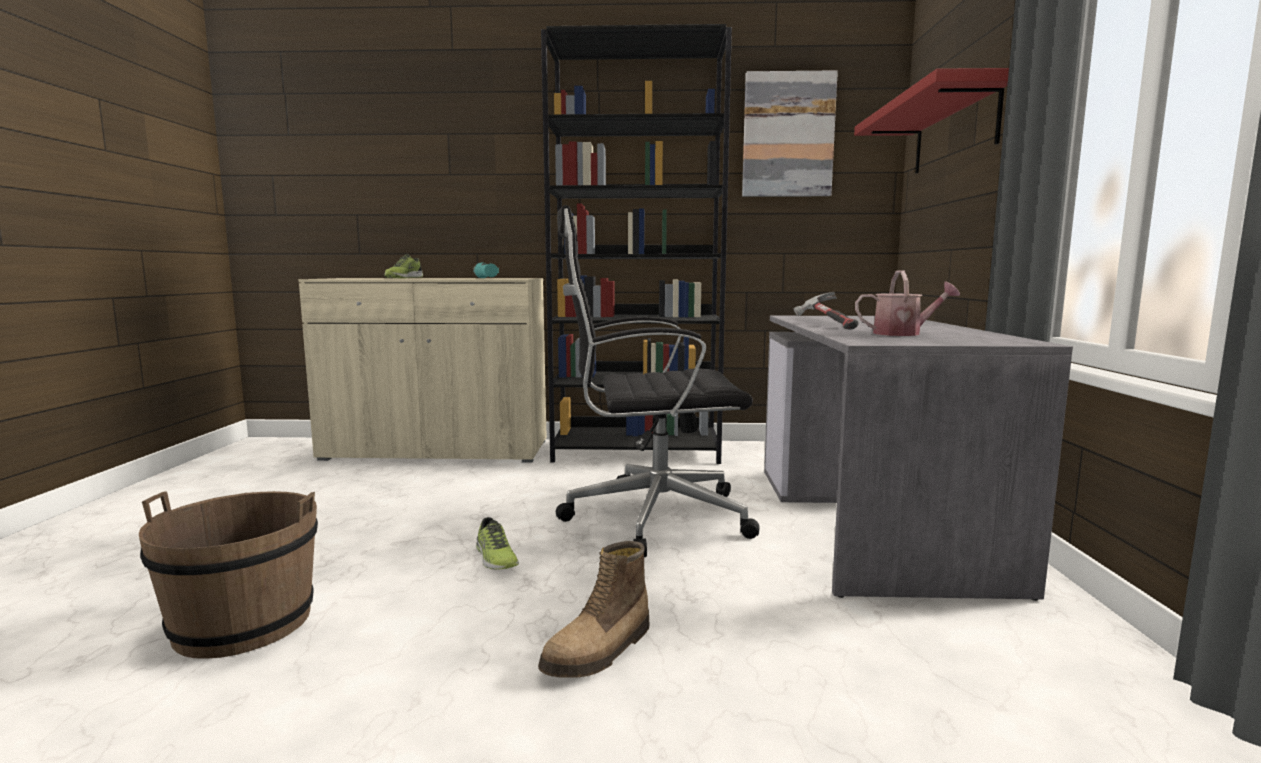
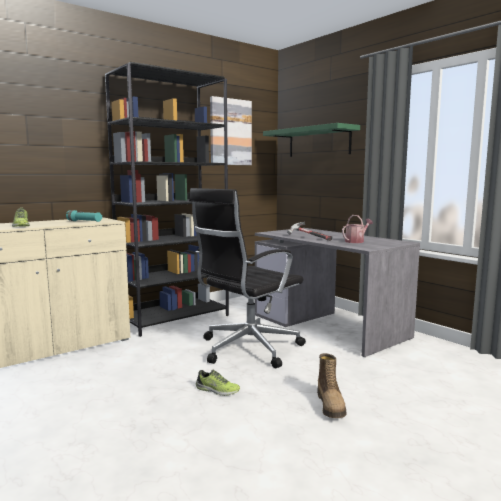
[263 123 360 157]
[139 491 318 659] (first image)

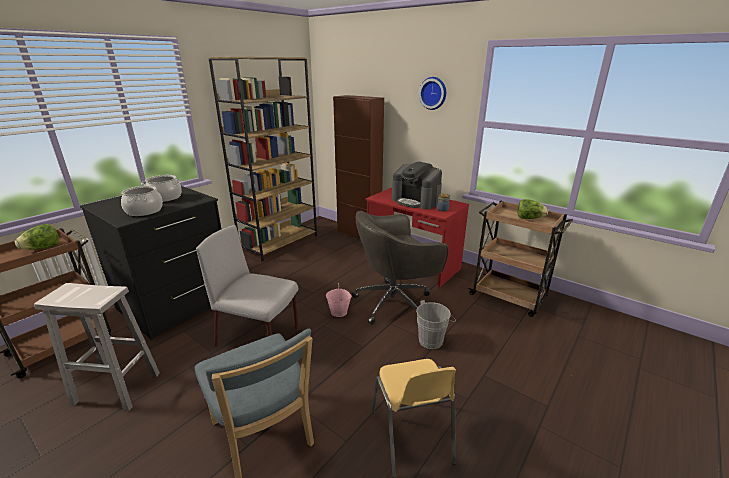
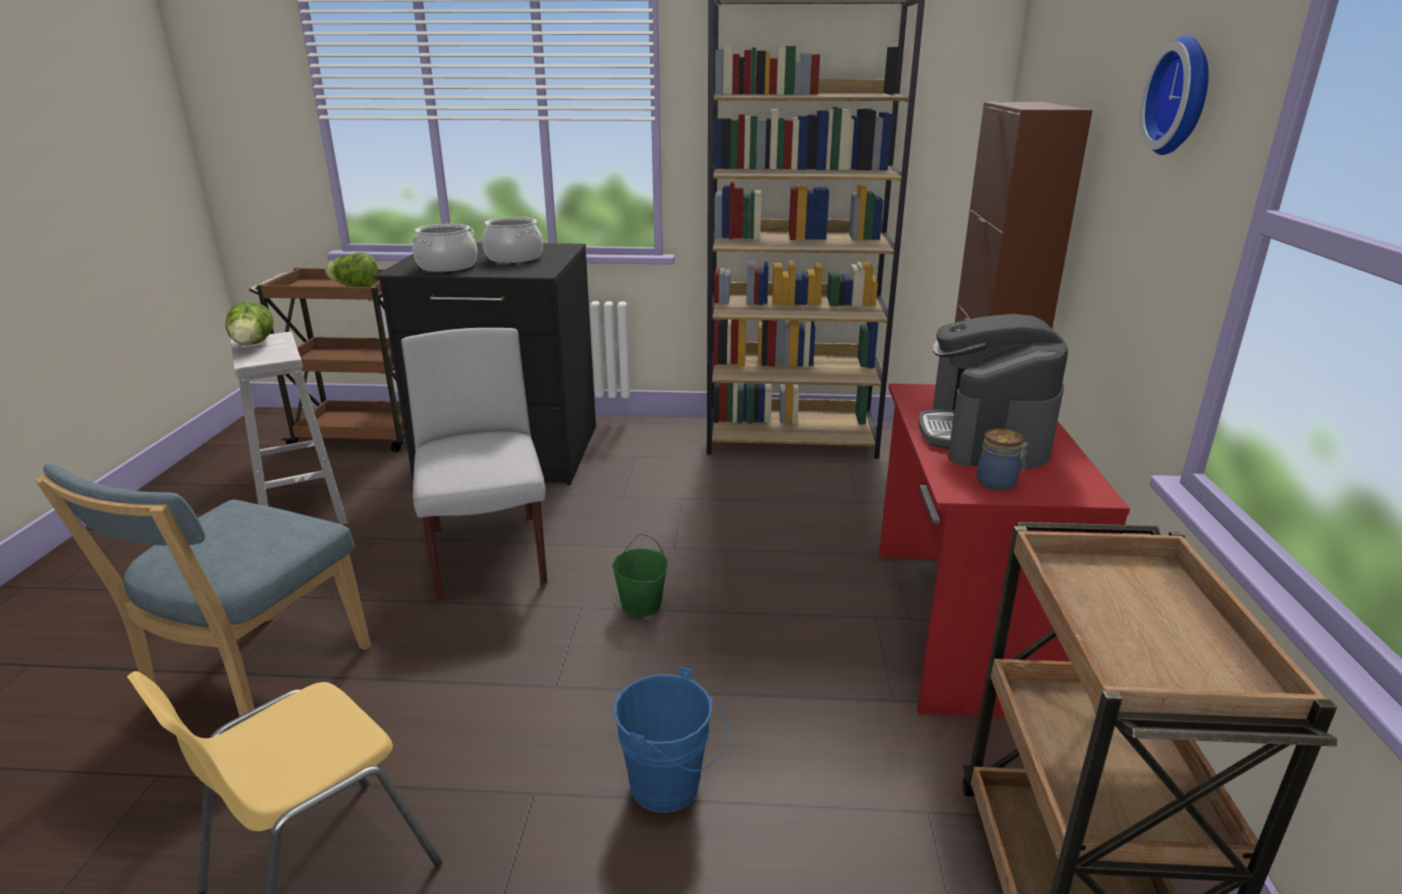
[226 301 274 345]
[352 211 448 325] (first image)
[612 534 668 617]
[613 666 729 813]

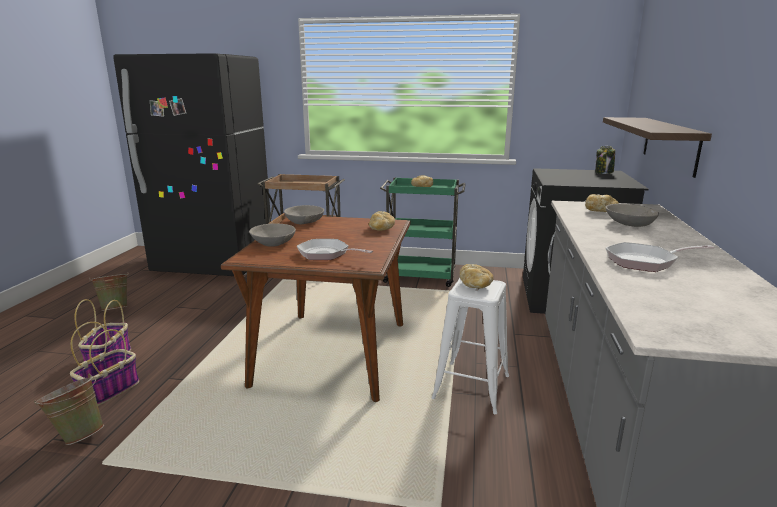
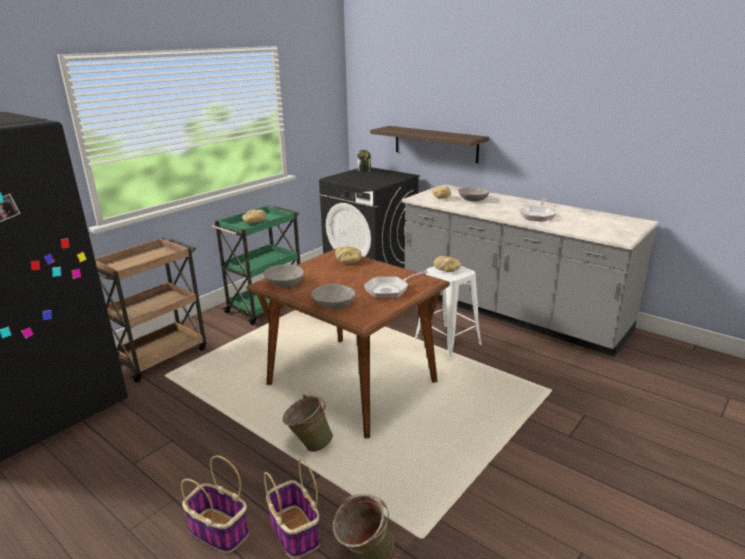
[283 395 333 452]

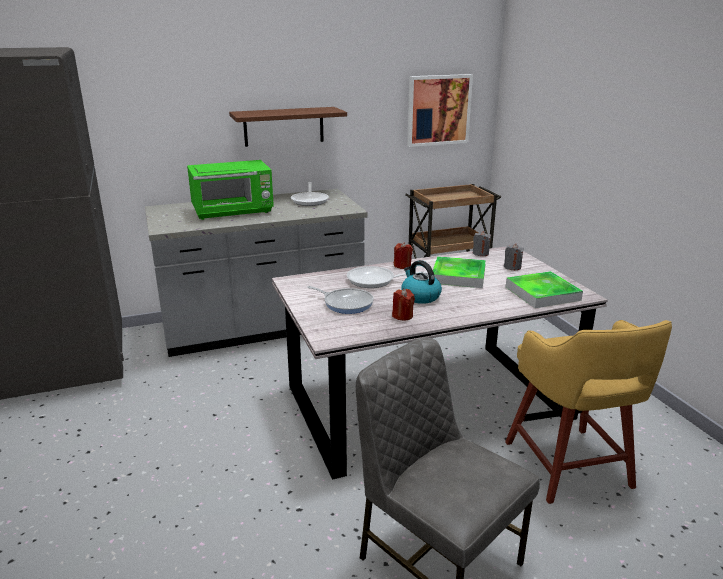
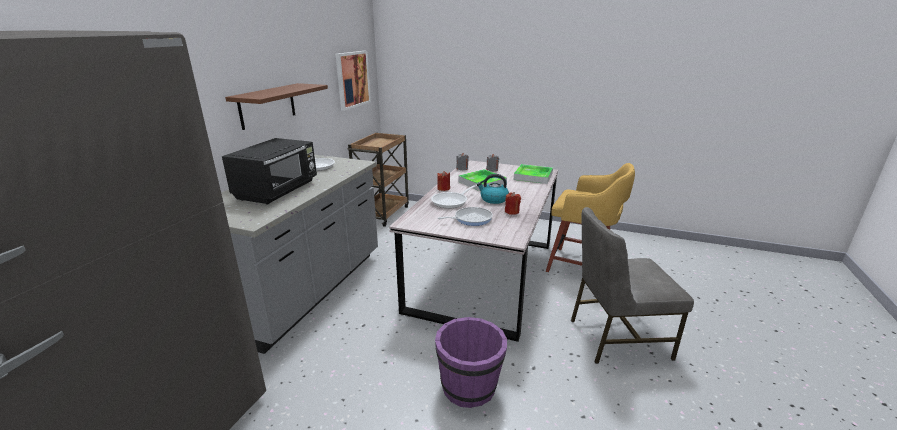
[222 138 317 205]
[435 317 507 408]

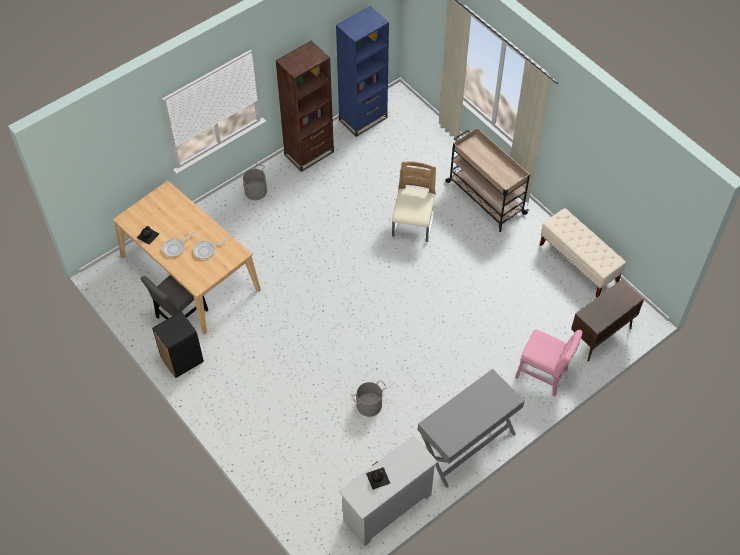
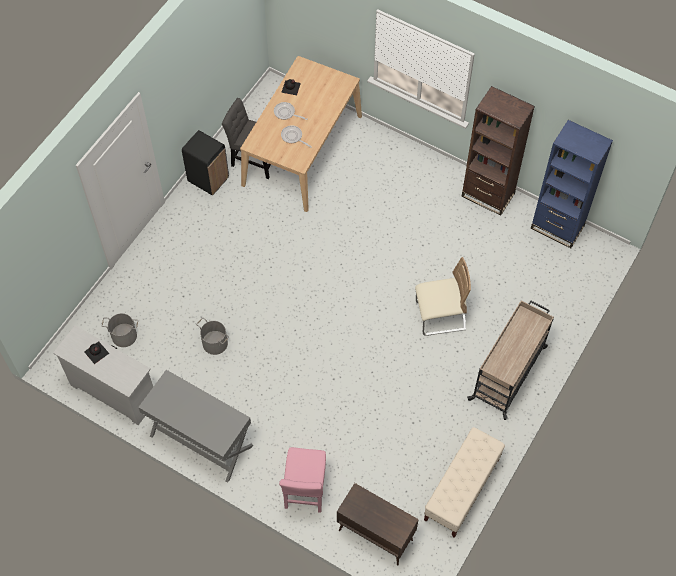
[102 313 138 347]

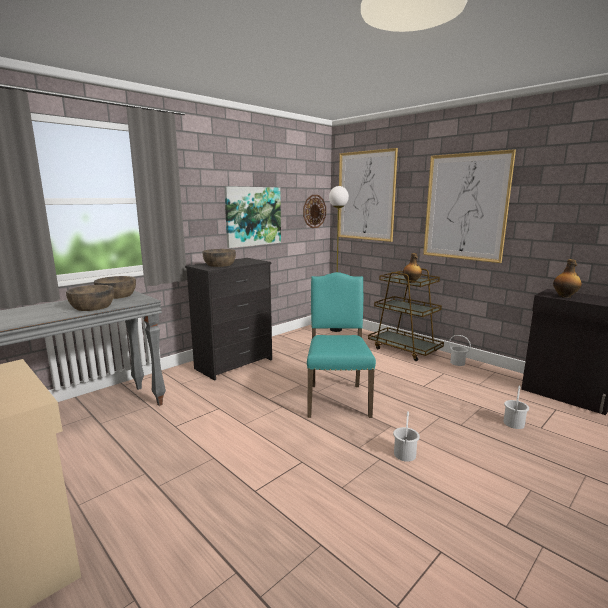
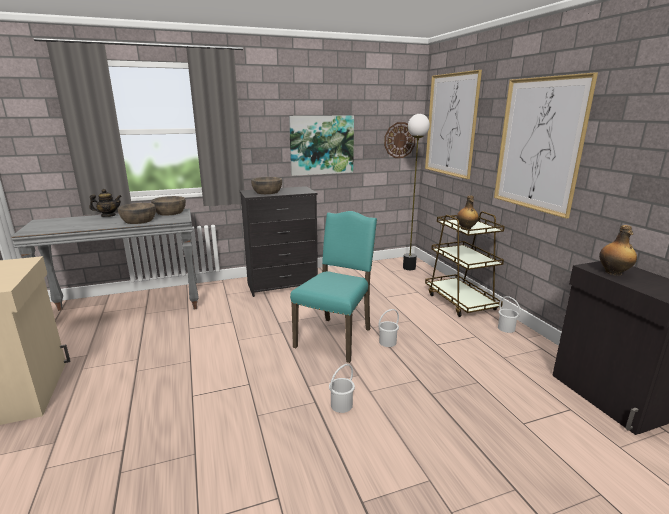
[378 309 399 347]
[89 189 122 217]

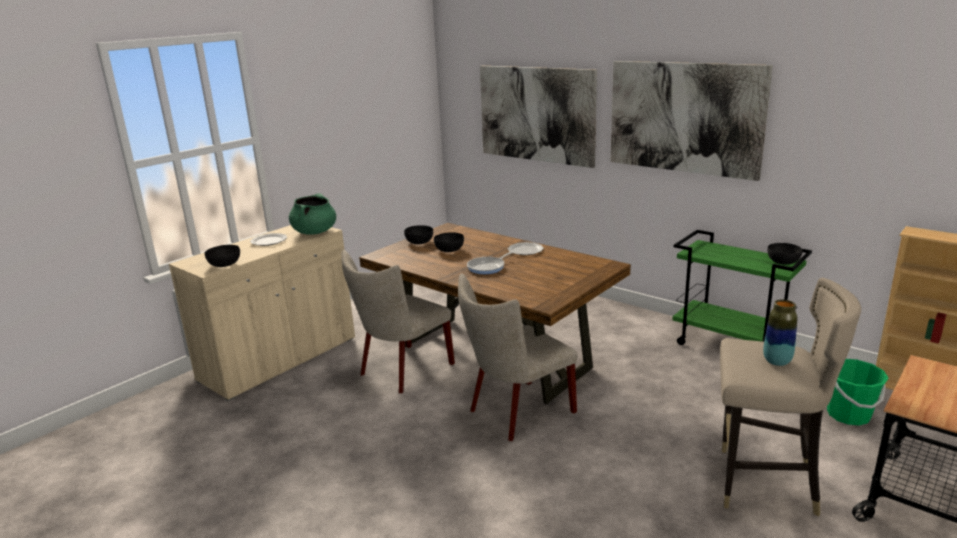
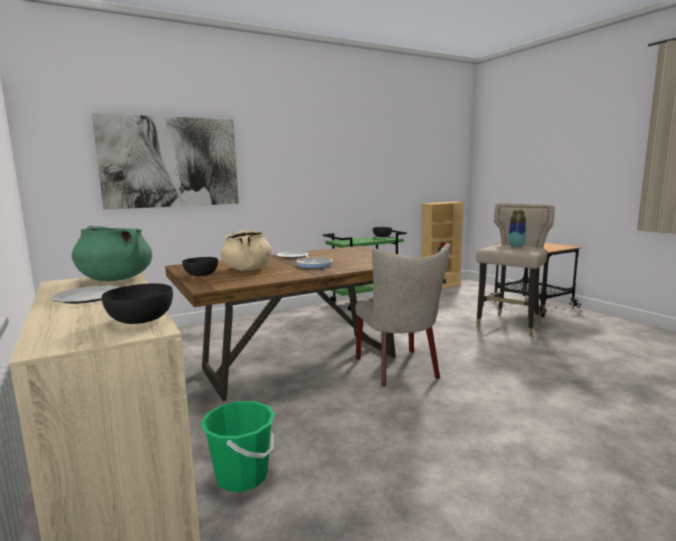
[610 61 773 181] (first image)
[221 230 272 271]
[341 250 455 393] (first image)
[201 401 275 492]

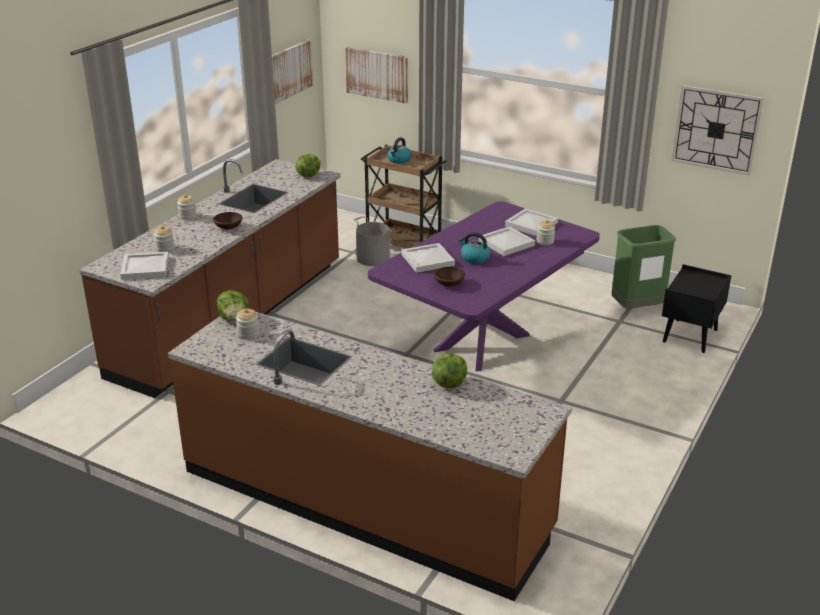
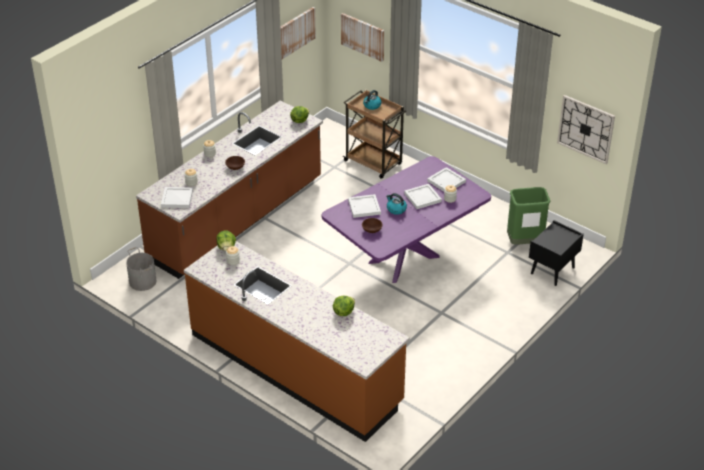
[126 247 156 291]

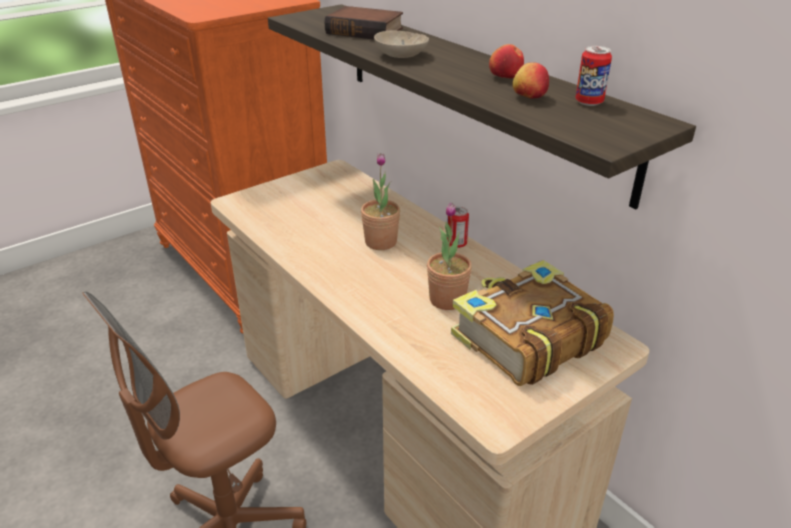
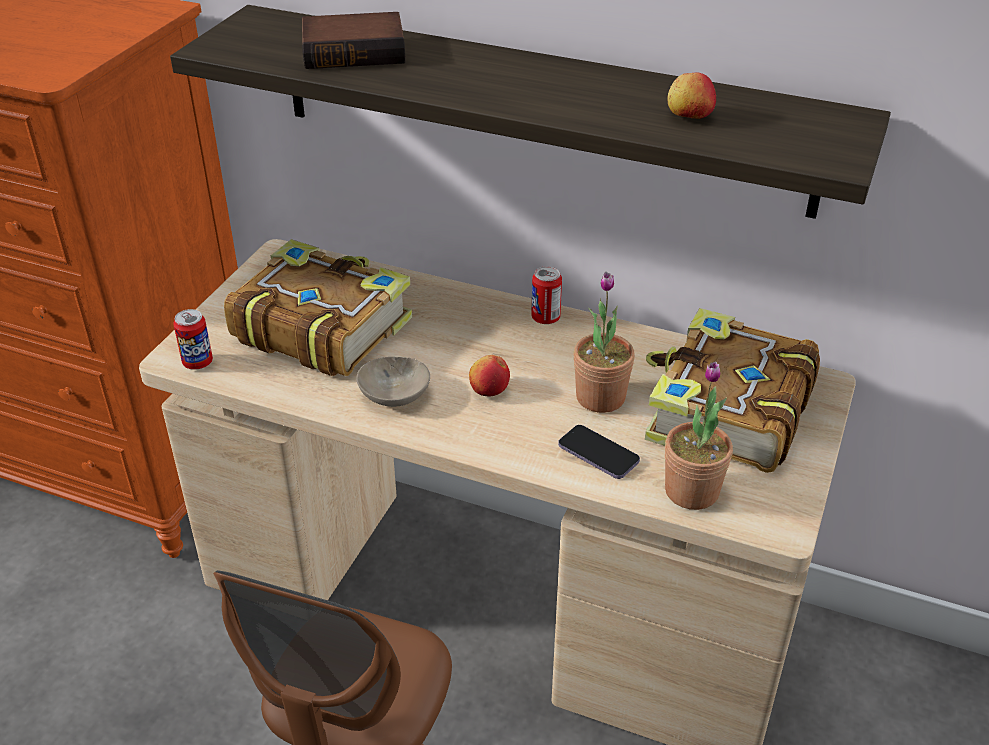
[356 357 430 407]
[469 355 510 397]
[173 309 213 370]
[665 362 733 510]
[224 239 412 376]
[558 425 640 479]

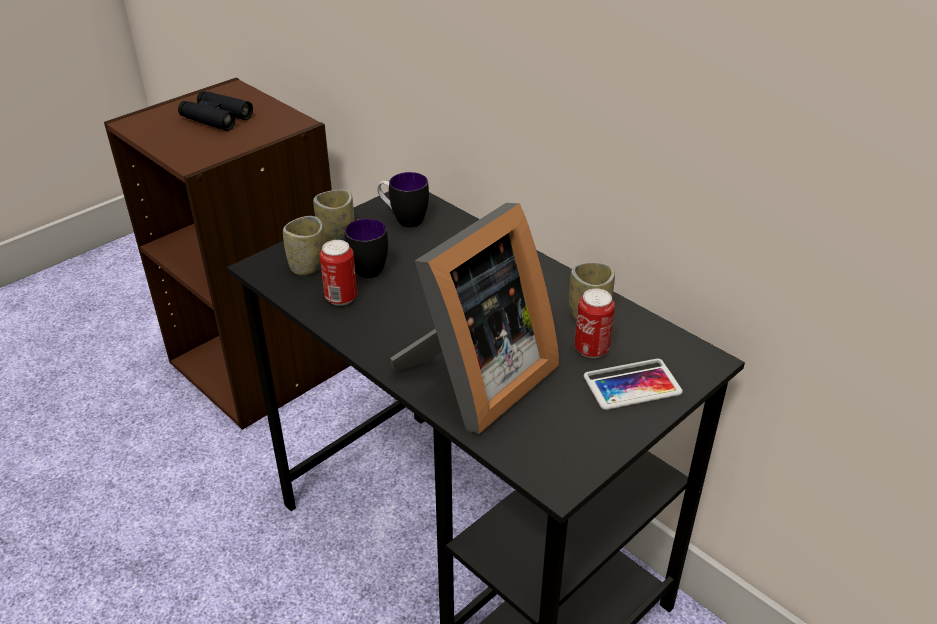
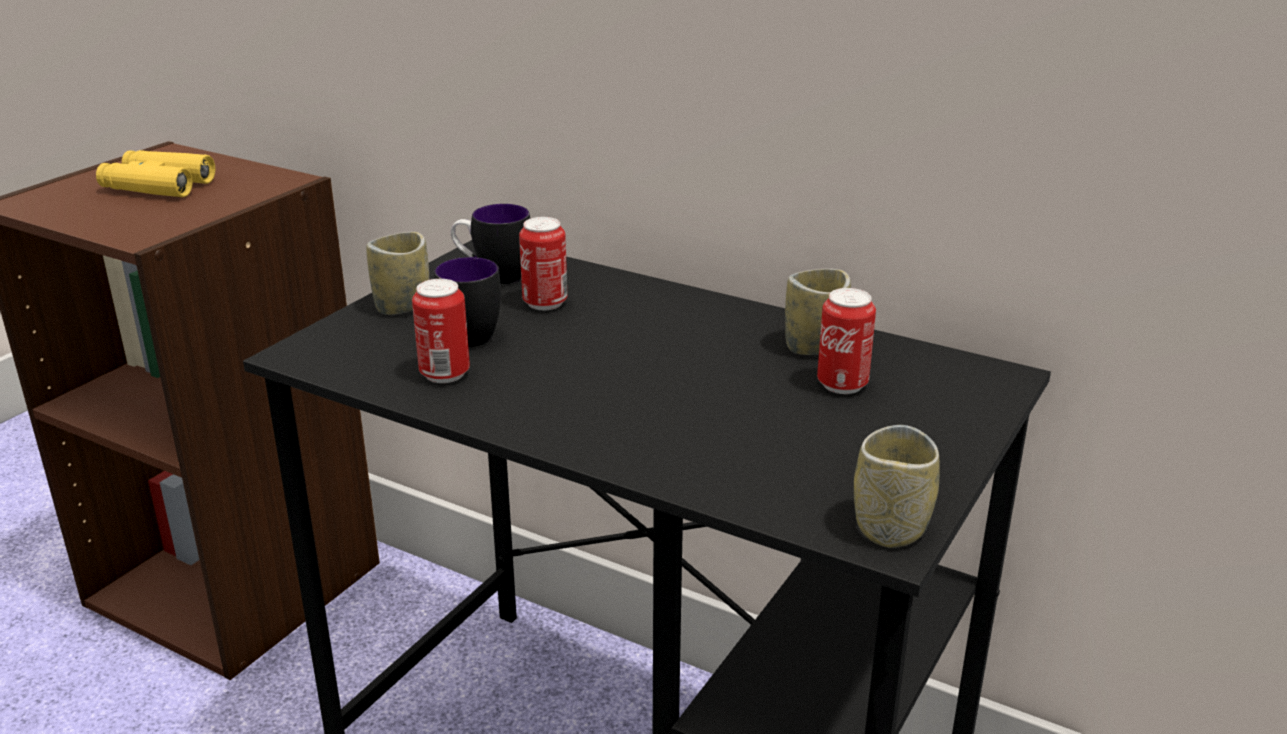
[96 150 215 197]
[390 203 559 434] (first image)
[854 425 939 548]
[584 359 683 410] (first image)
[519 217 567 310]

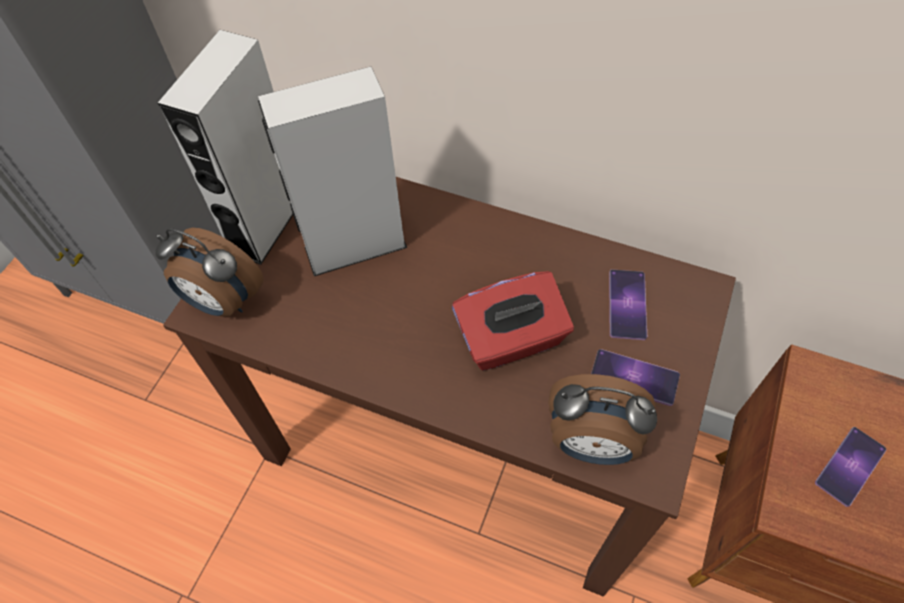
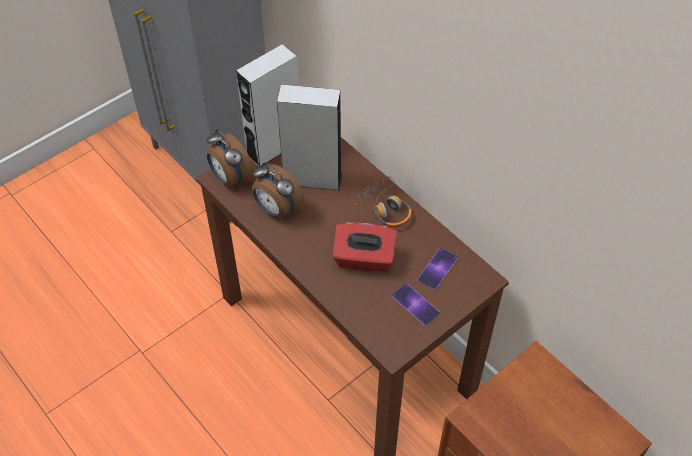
[252 162 304 218]
[815 427 886 507] (first image)
[355 176 412 228]

